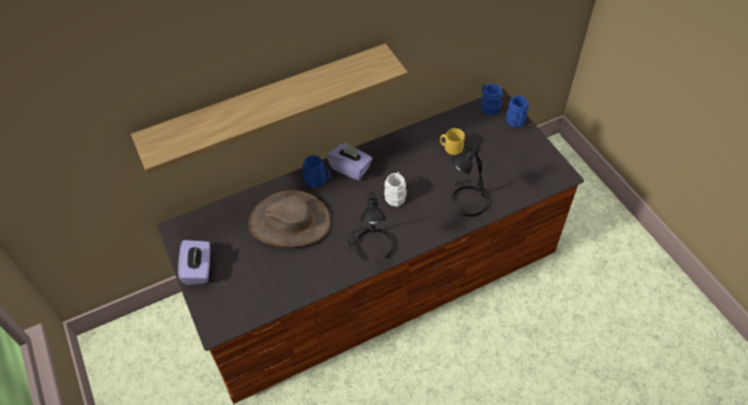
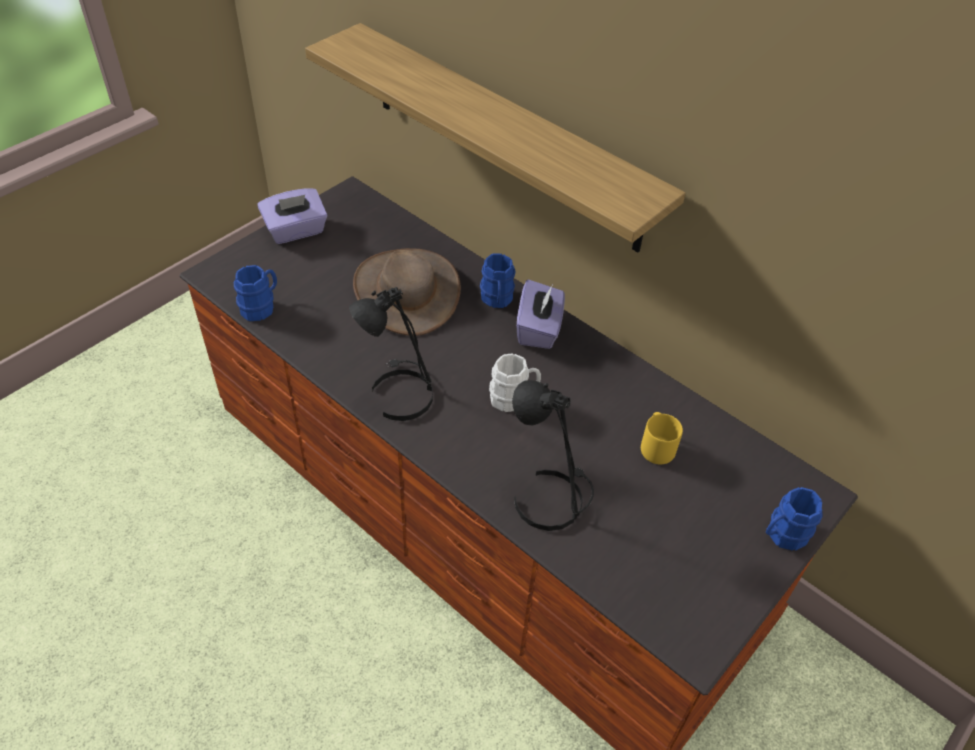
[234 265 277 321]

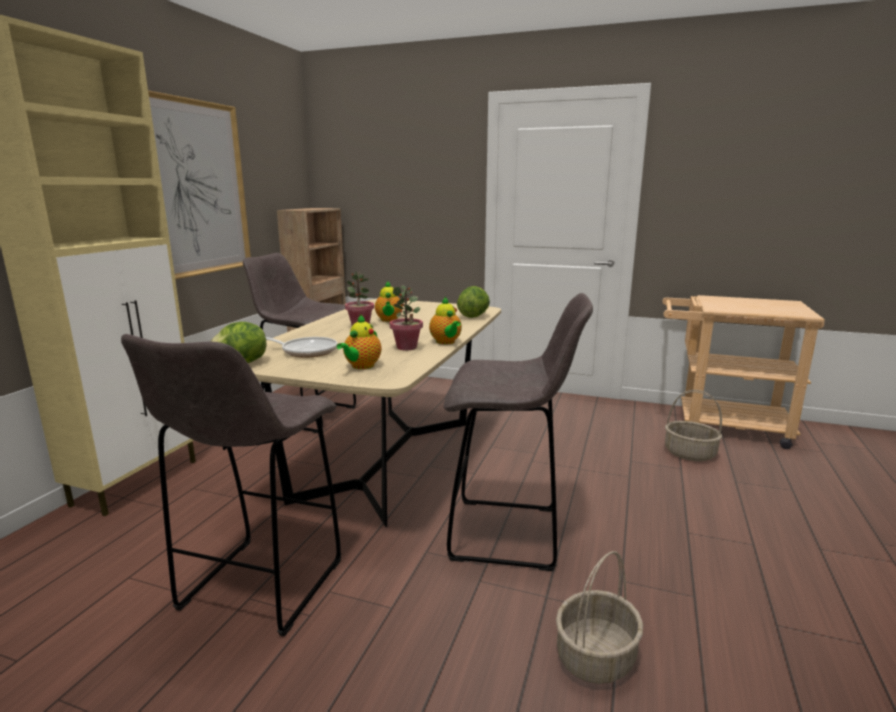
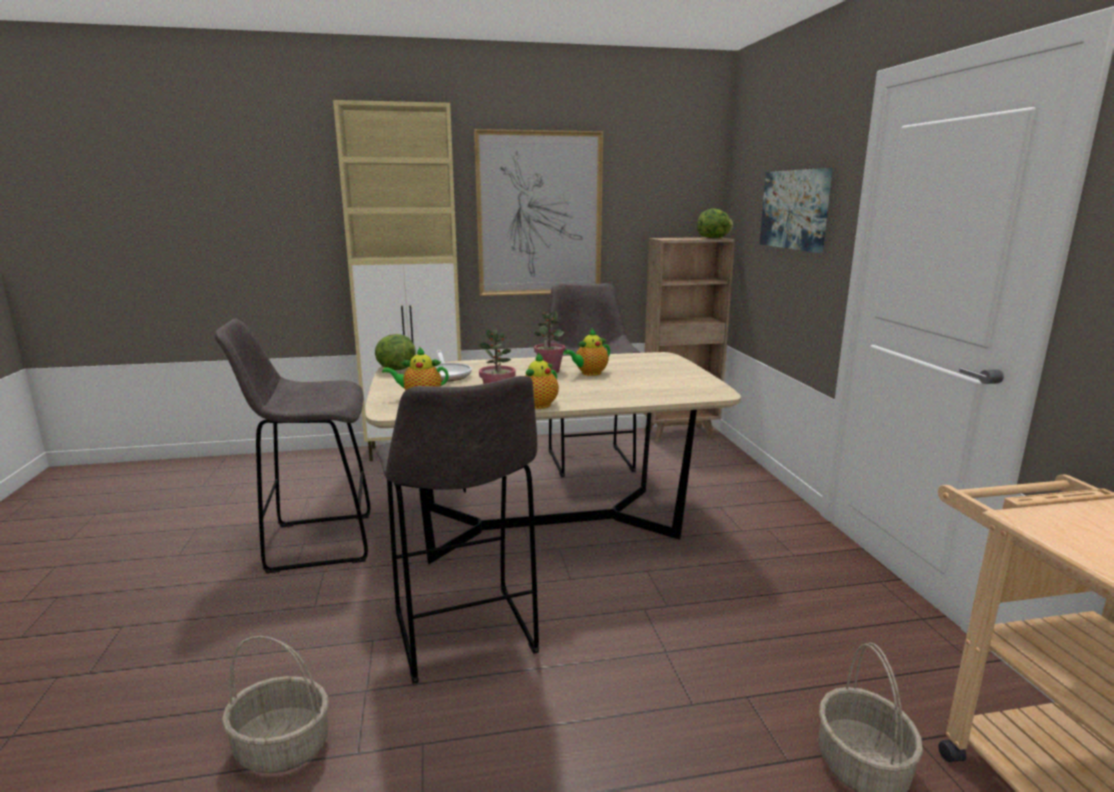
[697 208 734 238]
[760 168 833 253]

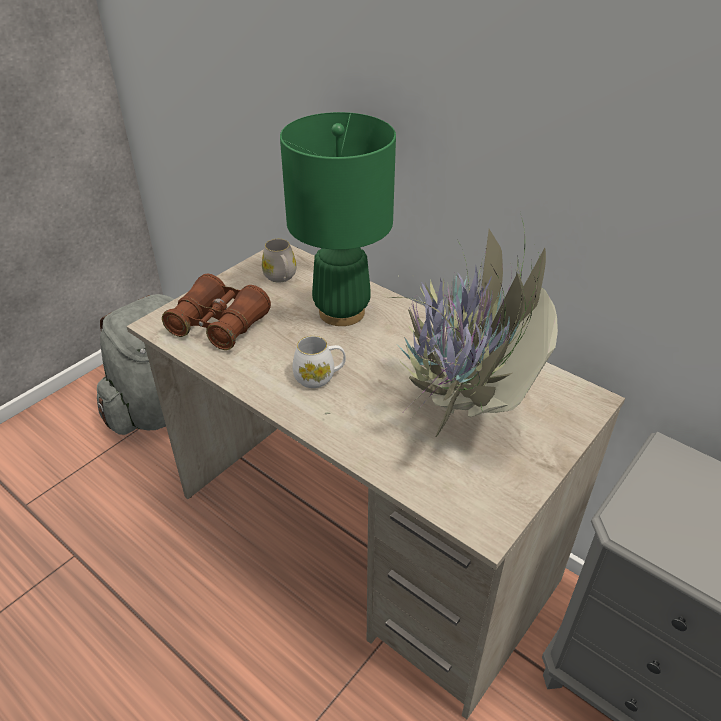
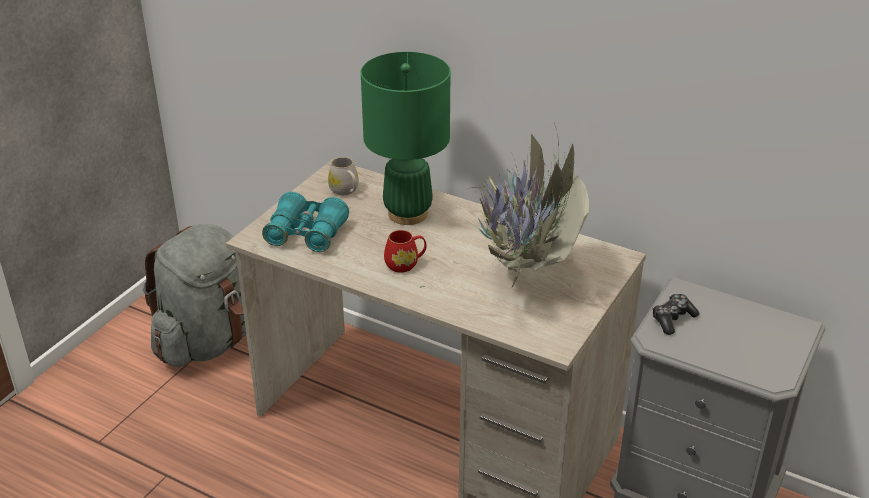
[262 192 349 252]
[384 230 426 273]
[652 294 700 335]

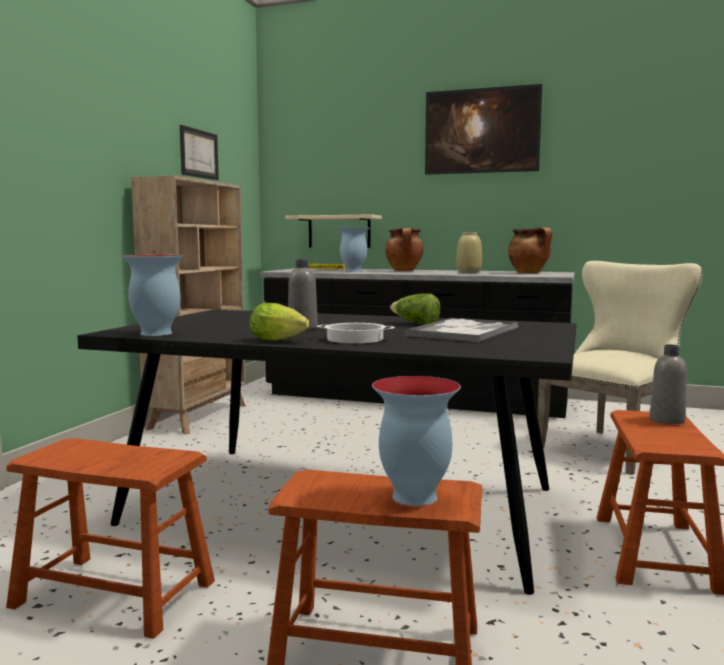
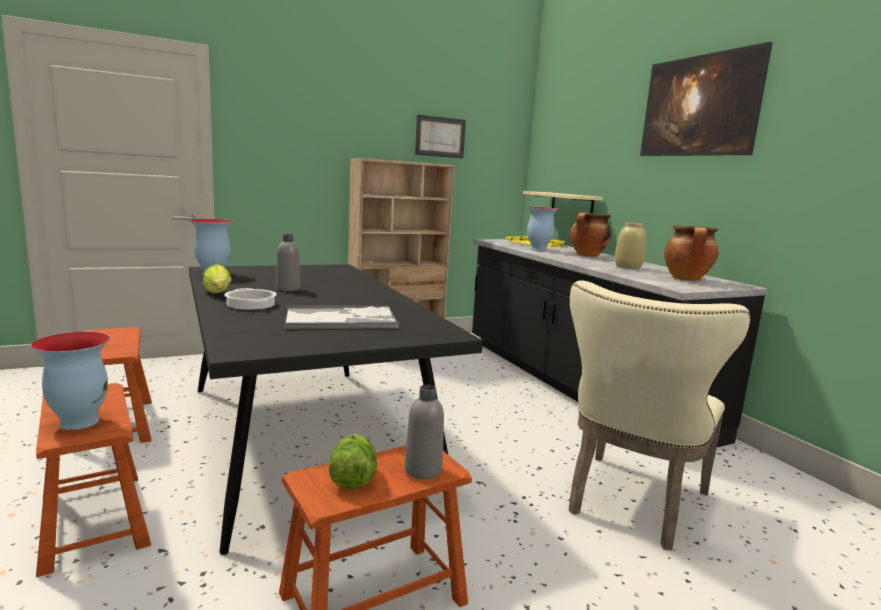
[569 280 751 550]
[329 434 377 490]

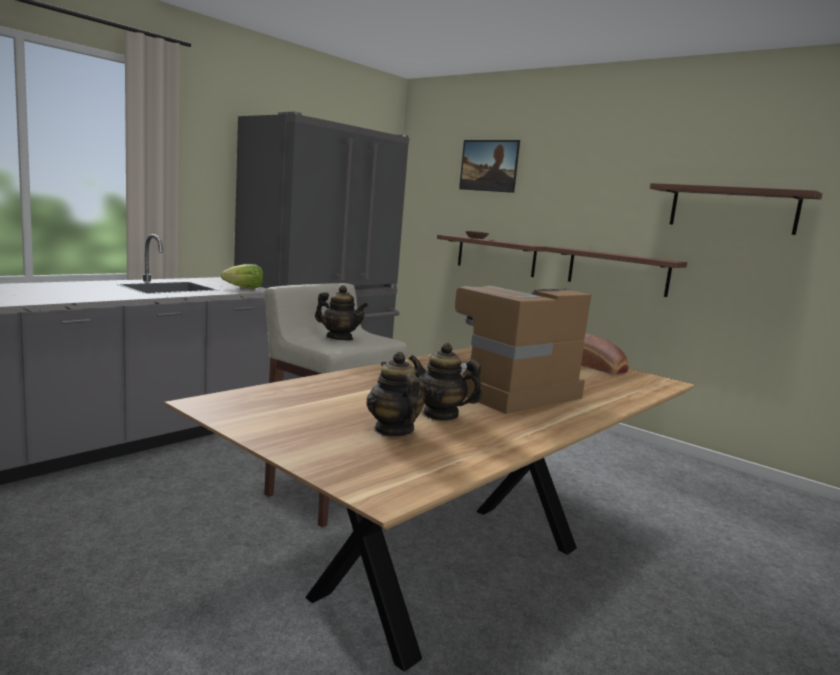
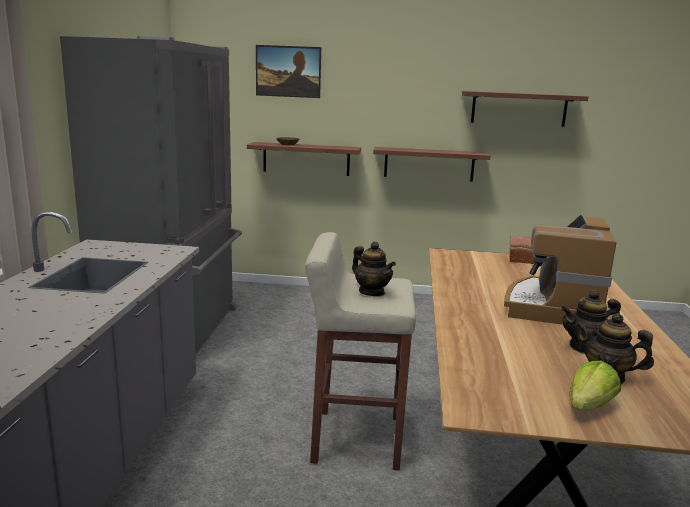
[569 361 621 411]
[352 242 396 296]

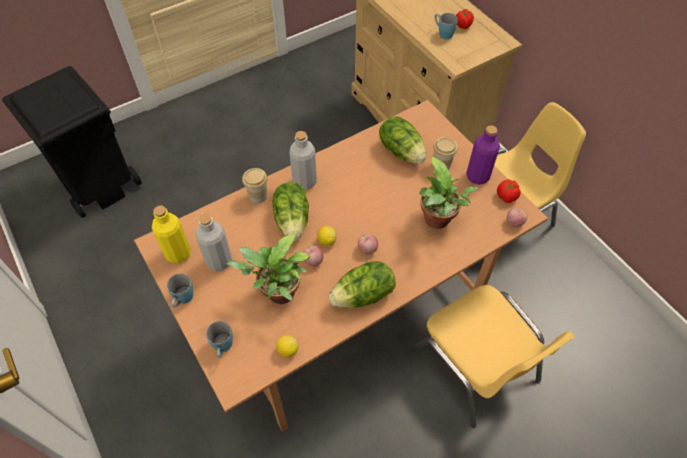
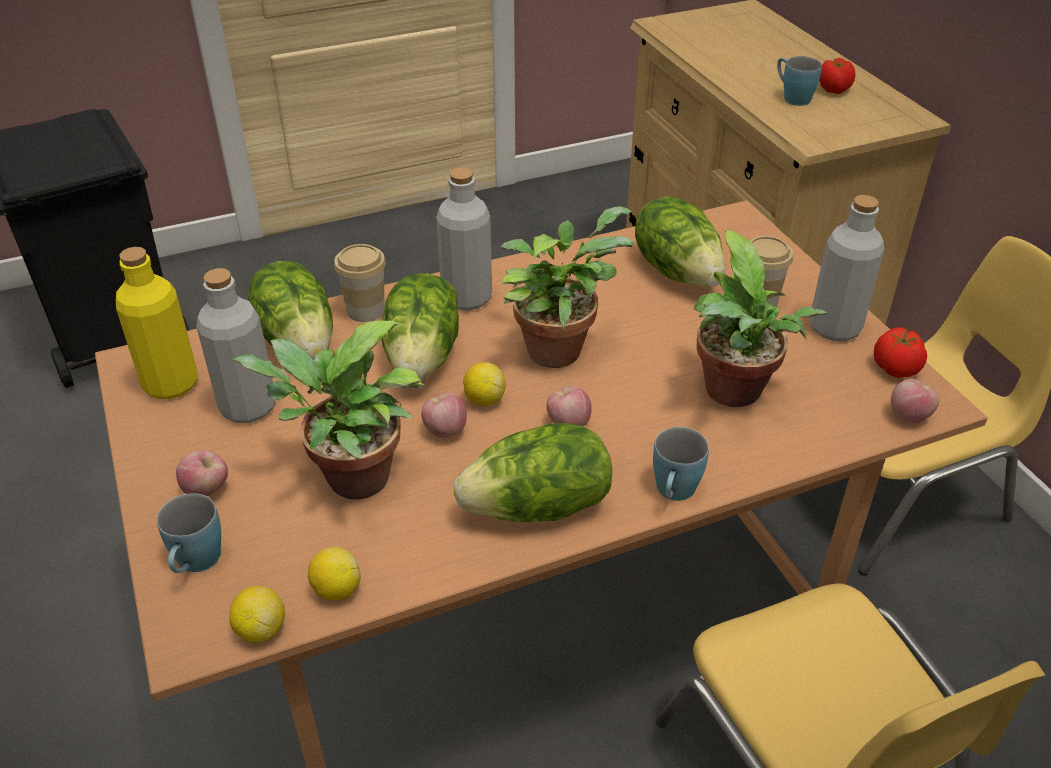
[810 195 884 341]
[653 427 709 501]
[501 206 633 368]
[248 261 333 360]
[176 450 228 496]
[229 586 285 643]

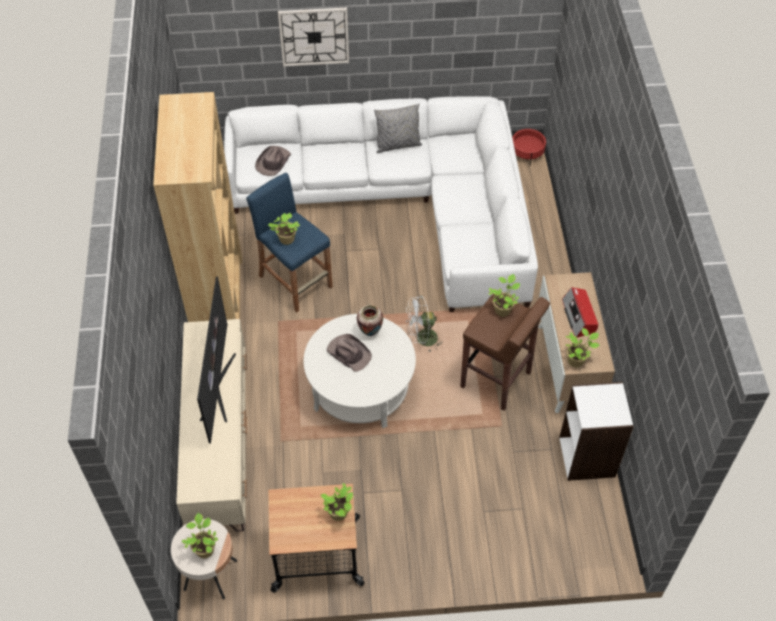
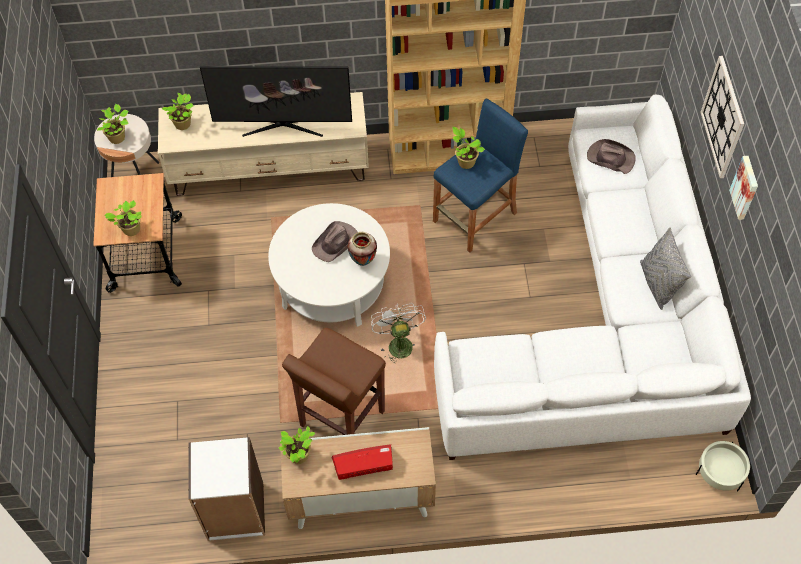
[696 441 750 491]
[162 93 193 130]
[729 156 758 220]

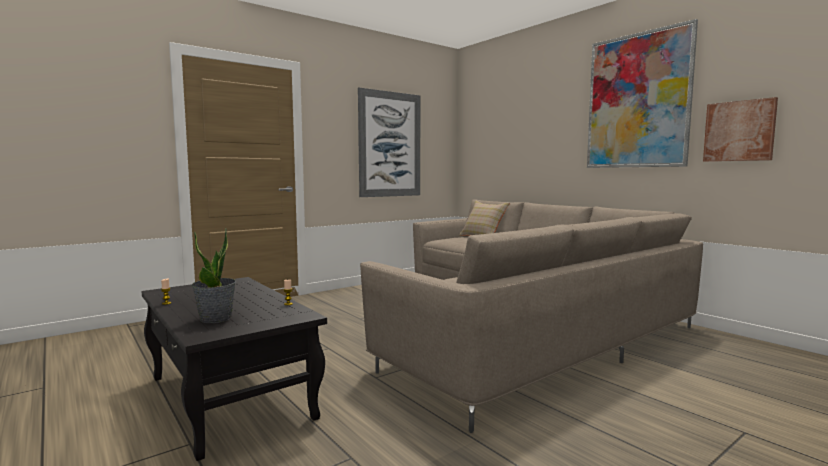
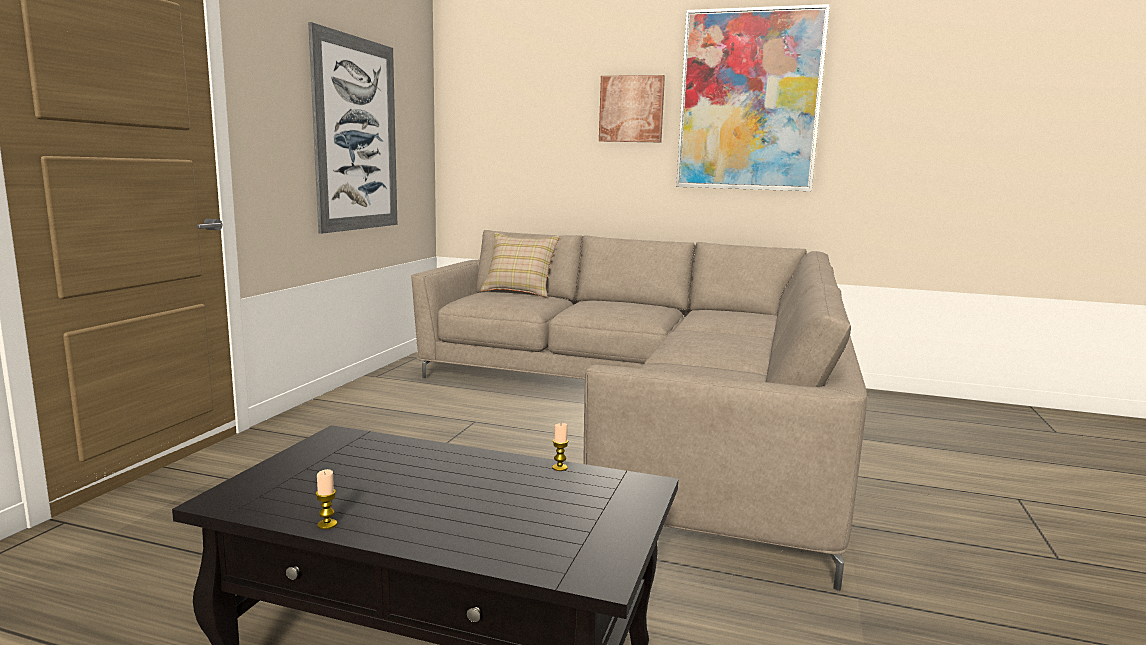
[599 75 665 142]
[191 228 236 323] (first image)

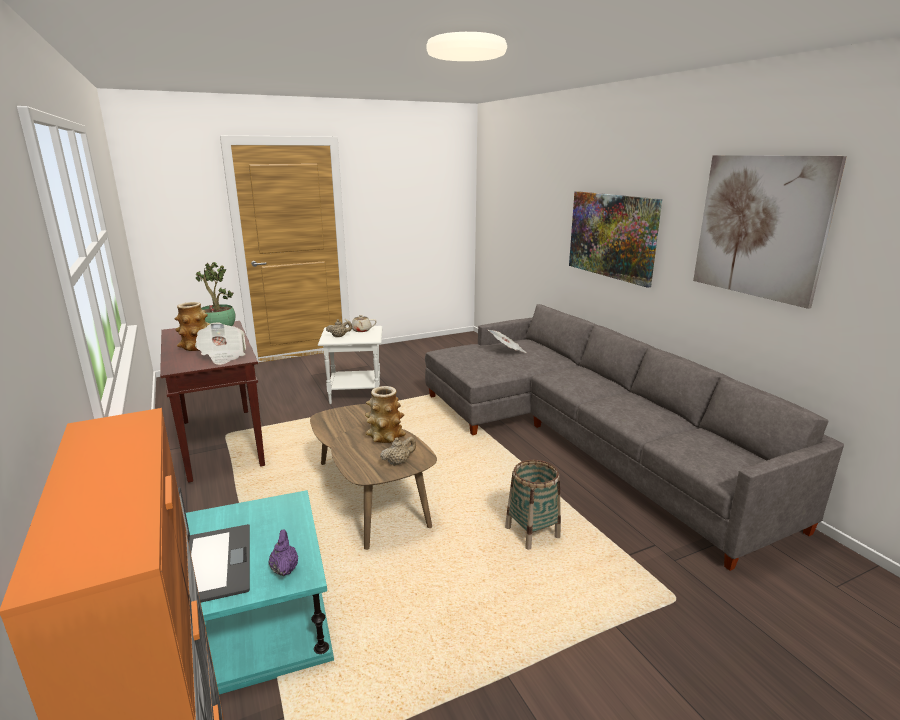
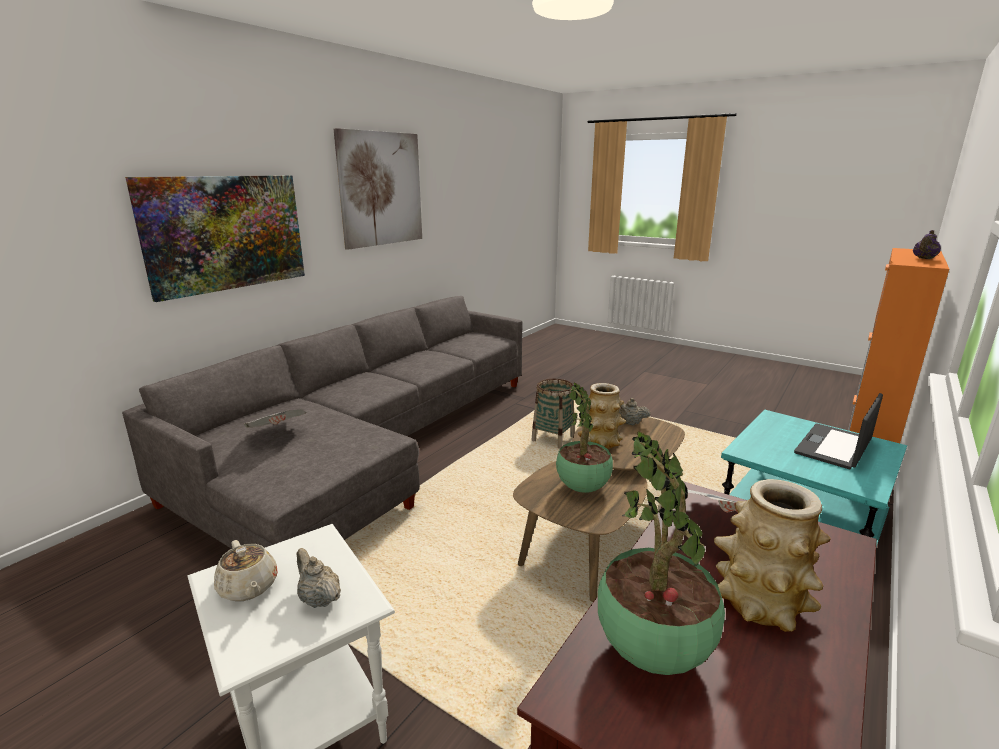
[913 230 941 259]
[556 382 613 493]

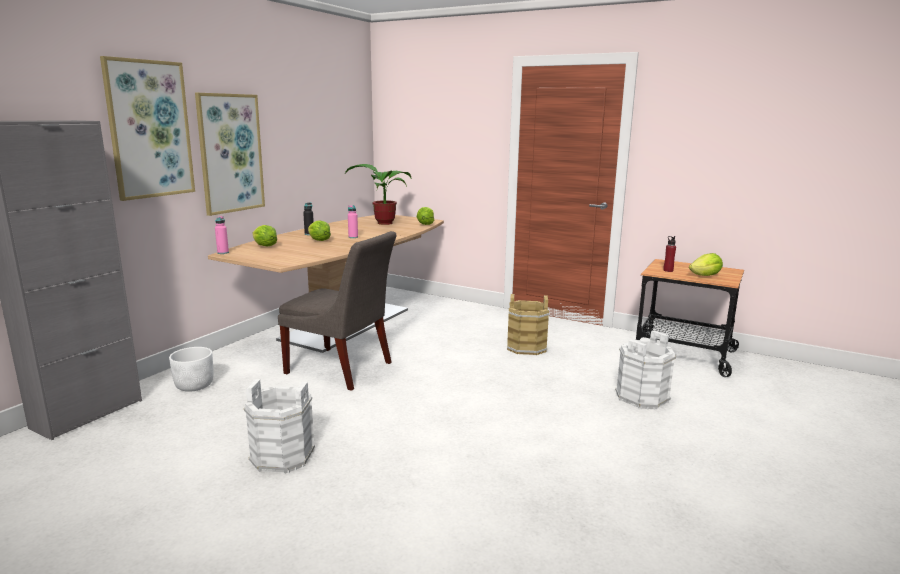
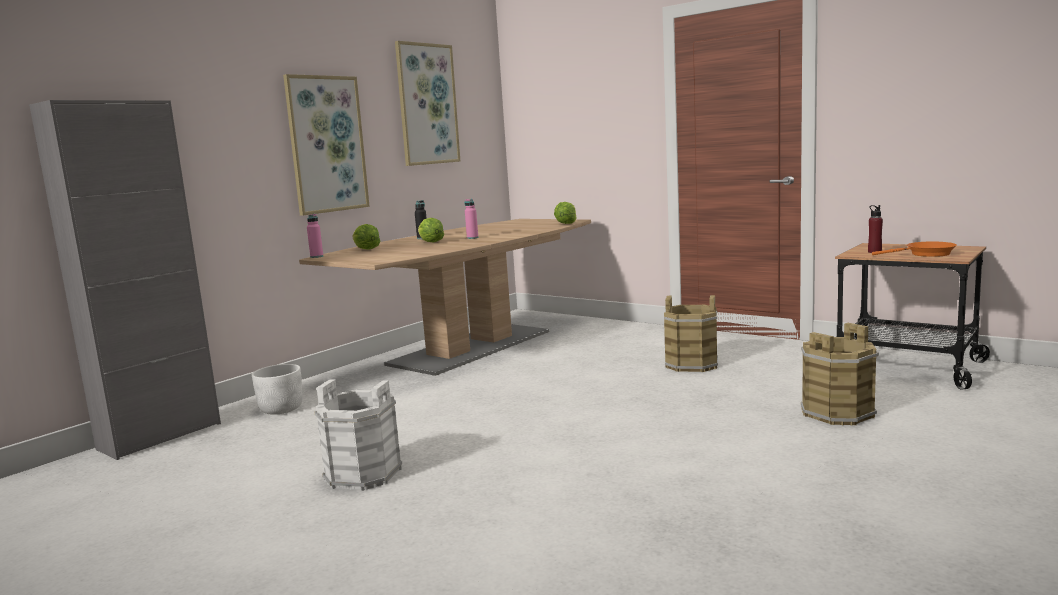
[395 41 460 166]
[344 164 411 225] (first image)
[278 231 396 391] (first image)
[872 242 957 257]
[801 323 879 426]

